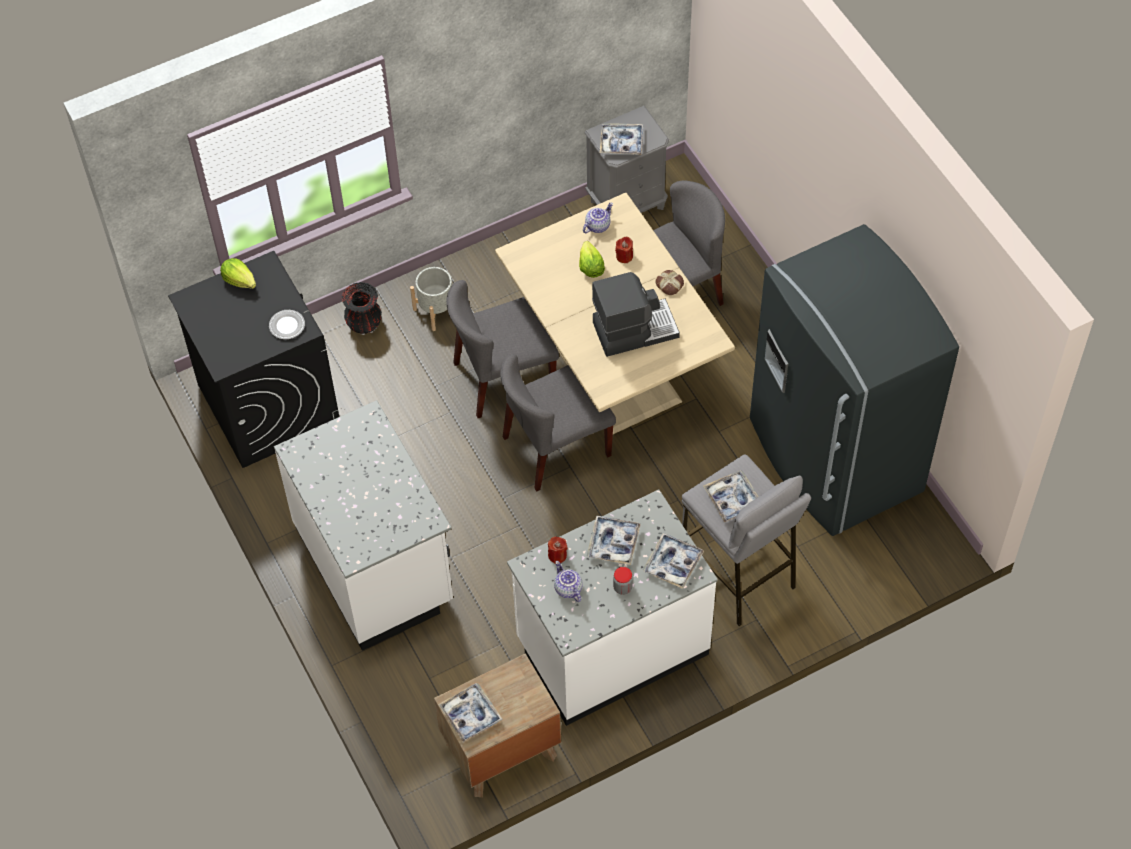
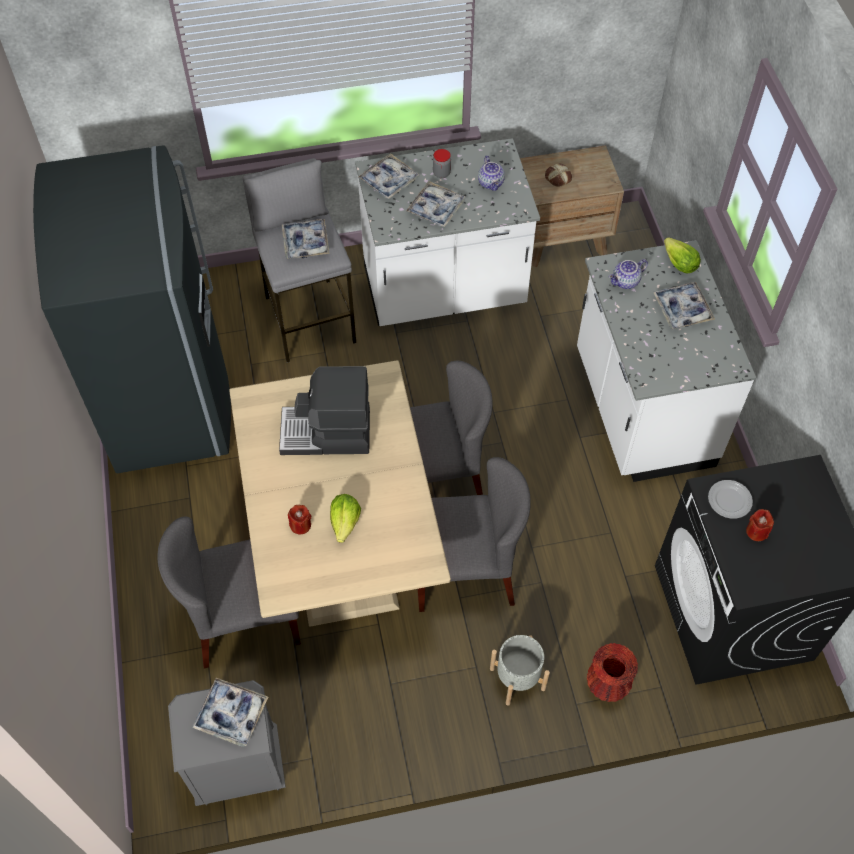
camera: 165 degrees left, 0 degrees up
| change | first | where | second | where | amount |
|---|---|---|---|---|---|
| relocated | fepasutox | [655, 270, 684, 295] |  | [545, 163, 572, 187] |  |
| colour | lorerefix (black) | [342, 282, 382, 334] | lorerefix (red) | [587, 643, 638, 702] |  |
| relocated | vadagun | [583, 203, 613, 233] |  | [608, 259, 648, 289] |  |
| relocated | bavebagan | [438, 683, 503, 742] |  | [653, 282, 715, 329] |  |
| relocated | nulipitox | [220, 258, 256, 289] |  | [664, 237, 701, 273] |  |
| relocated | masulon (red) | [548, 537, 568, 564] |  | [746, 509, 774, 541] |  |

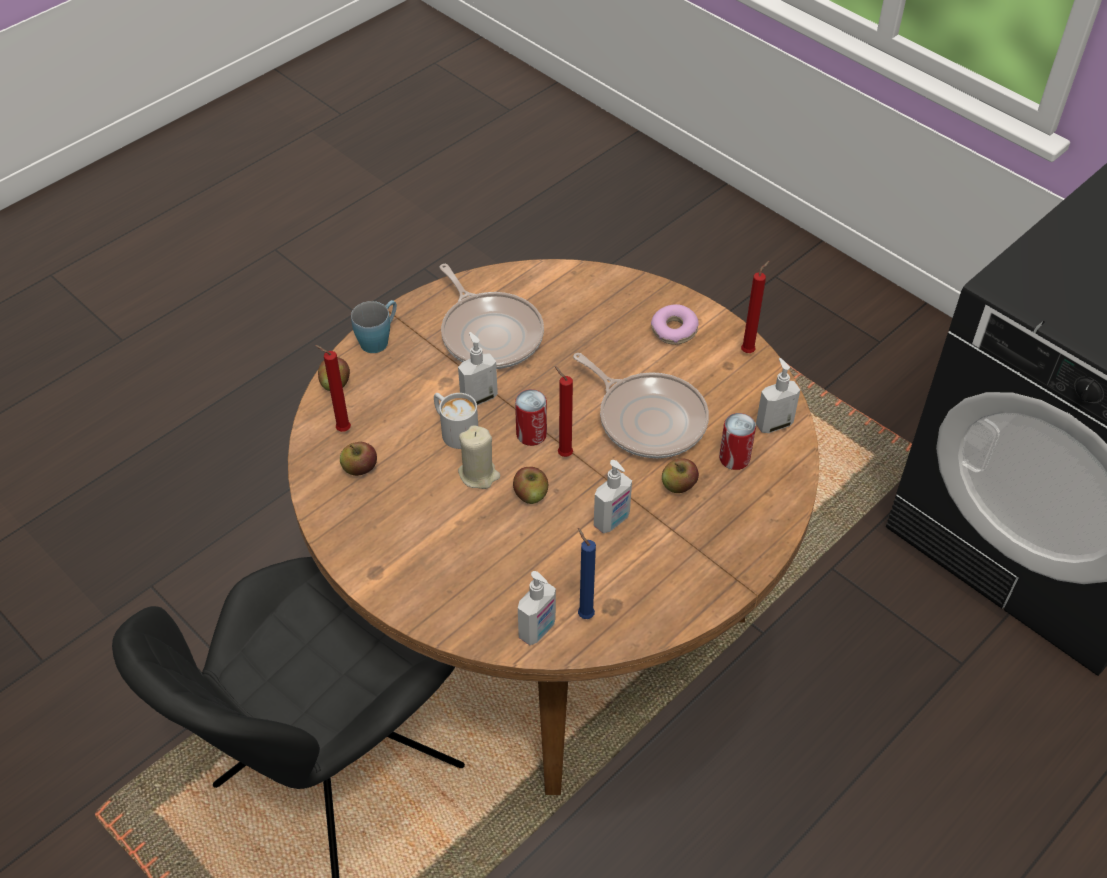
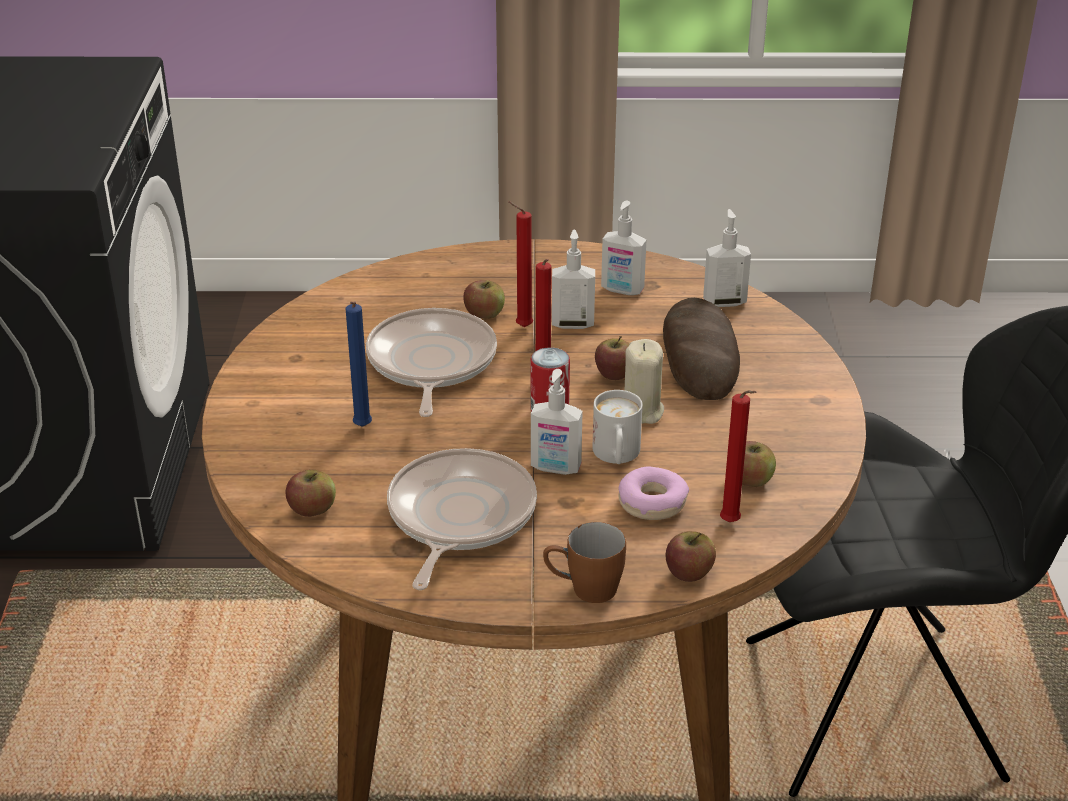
camera: 135 degrees left, 15 degrees down
| change | first | where | second | where | amount |
|---|---|---|---|---|---|
| appeared |  |  | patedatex | [286, 470, 336, 517] |  |
| relocated | masulon (blue) | [578, 528, 596, 619] |  | [345, 302, 372, 427] |  |
| relocated | masulon (red) | [741, 261, 769, 353] |  | [508, 201, 533, 327] |  |
| colour | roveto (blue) | [351, 300, 397, 353] | roveto (brown) | [543, 522, 626, 603] |  |
| relocated | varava | [756, 358, 800, 433] |  | [601, 201, 646, 295] |  |
| relocated | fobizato | [651, 304, 699, 345] |  | [618, 466, 689, 520] |  |
| appeared |  |  | fepasutox | [663, 298, 740, 400] |  |
| missing | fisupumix | [719, 413, 756, 470] |  |  |  |

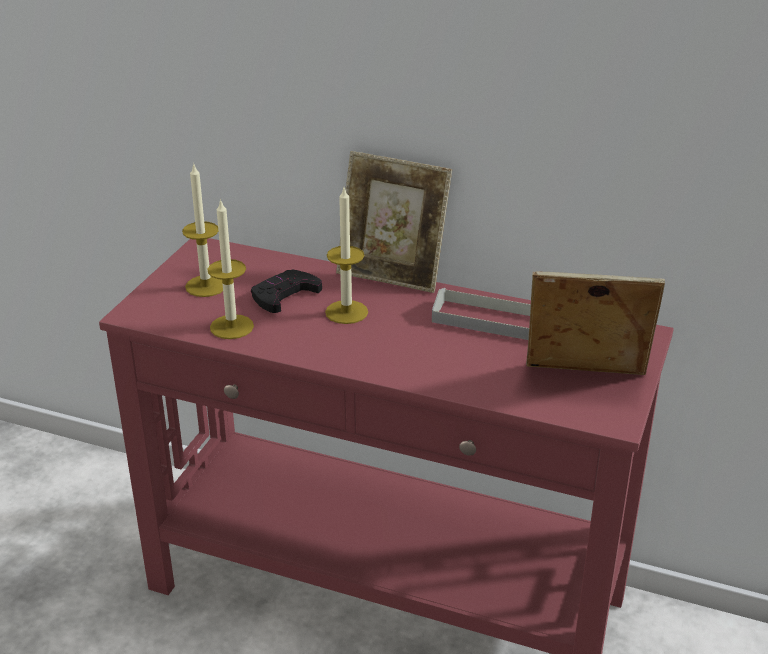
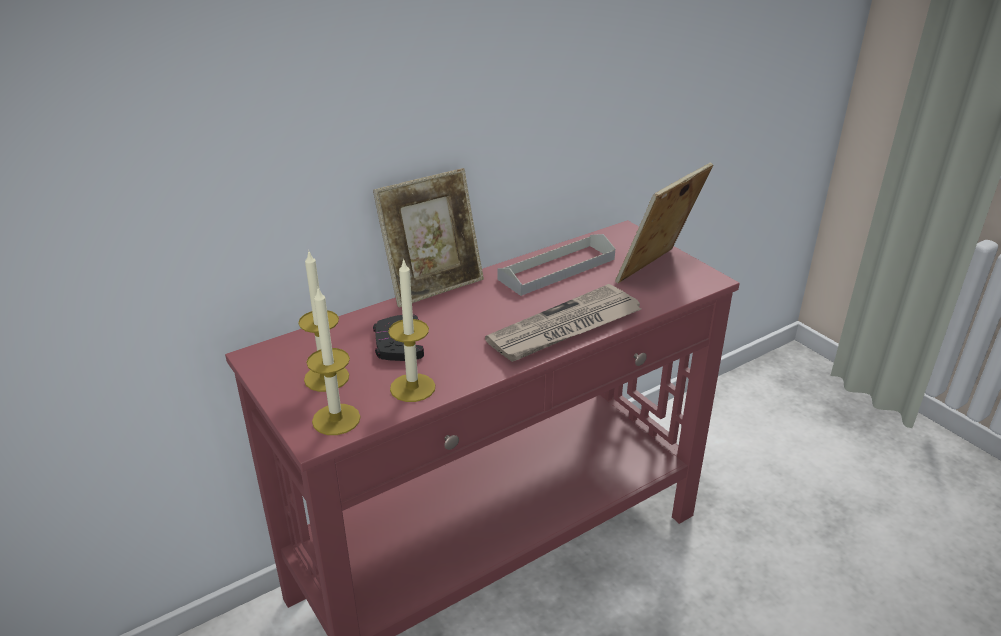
camera: 55 degrees left, 0 degrees up
| change | first | where | second | where | amount |
|---|---|---|---|---|---|
| relocated | masulon | [325, 188, 368, 324] |  | [306, 288, 361, 435] |  |
| appeared |  |  | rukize | [485, 284, 641, 362] |  |

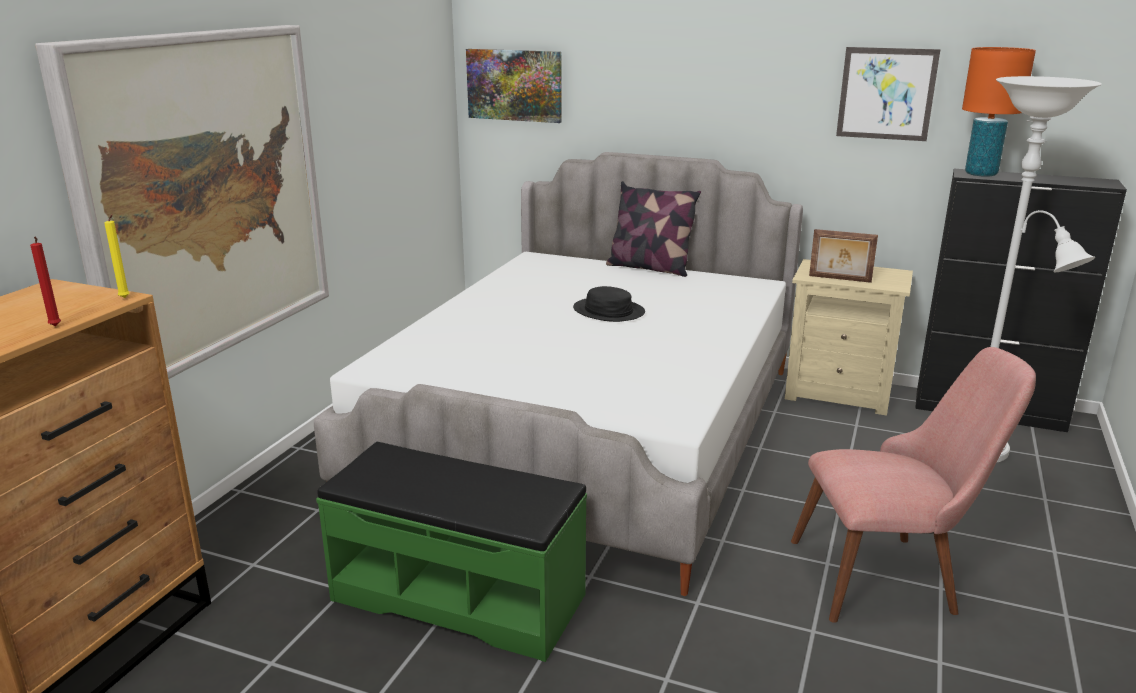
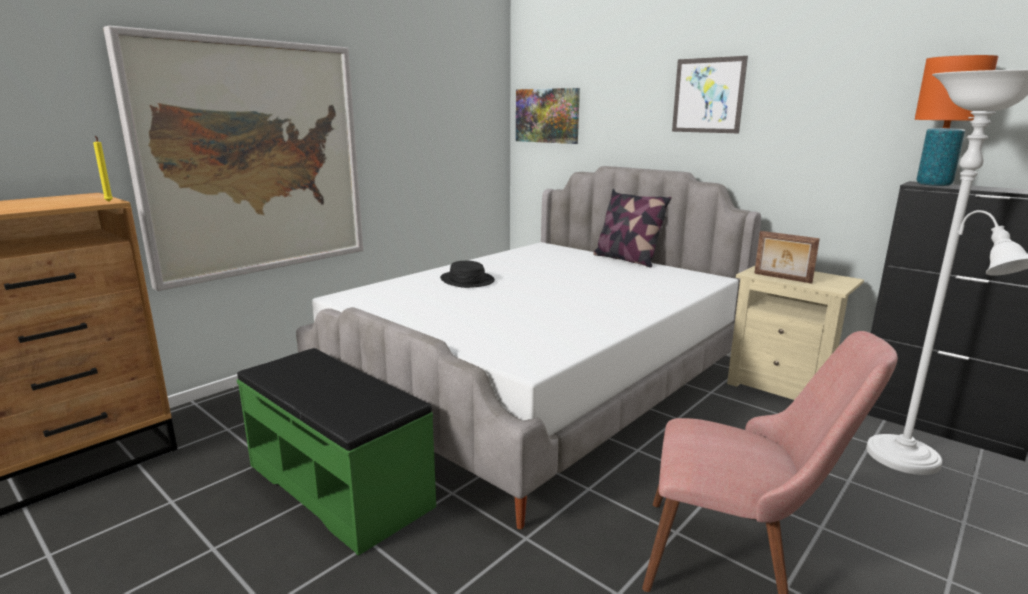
camera: 20 degrees right, 5 degrees down
| change | first | where | second | where | amount |
|---|---|---|---|---|---|
| relocated | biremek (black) | [573, 286, 645, 322] |  | [440, 261, 495, 288] |  |
| relocated | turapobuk | [836, 47, 940, 141] |  | [672, 56, 748, 133] |  |
| missing | masulon (red) | [30, 237, 61, 326] |  |  |  |

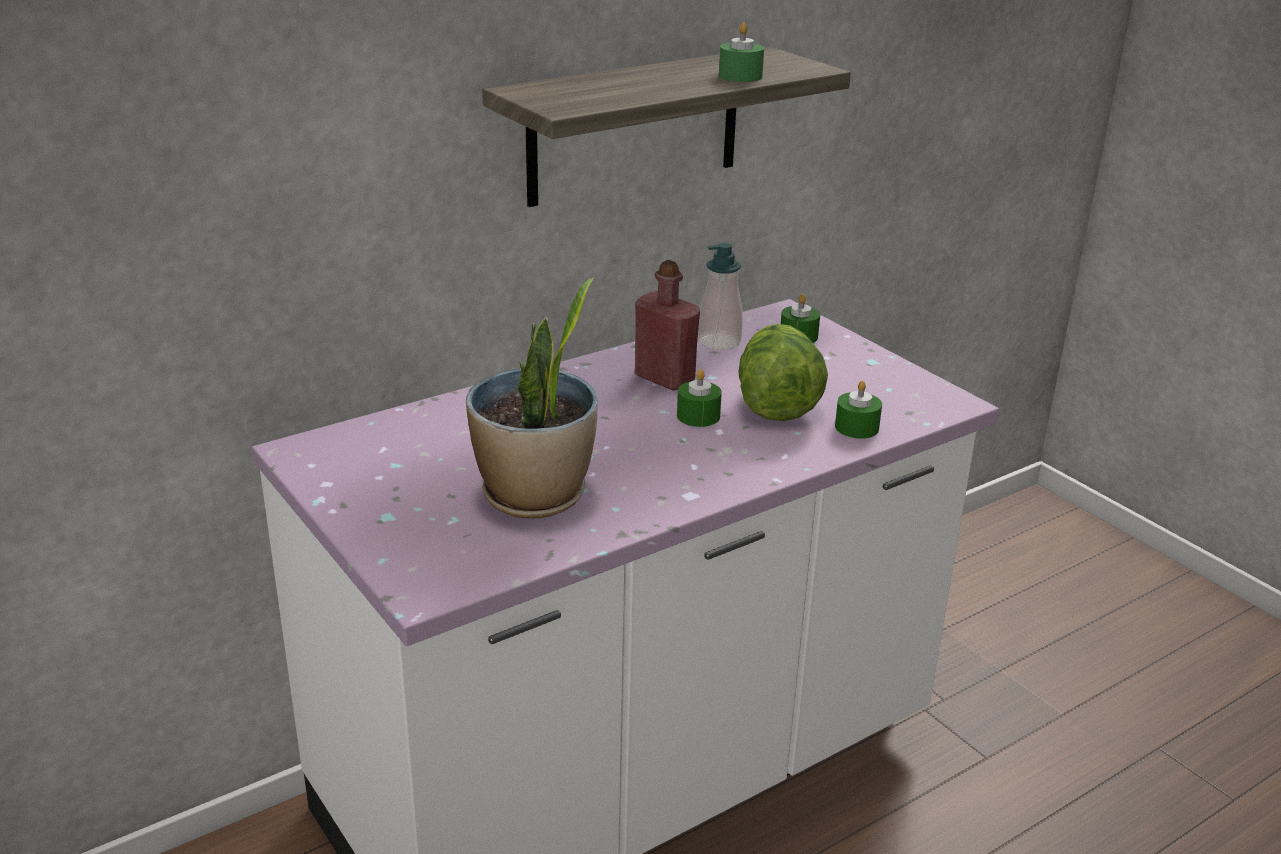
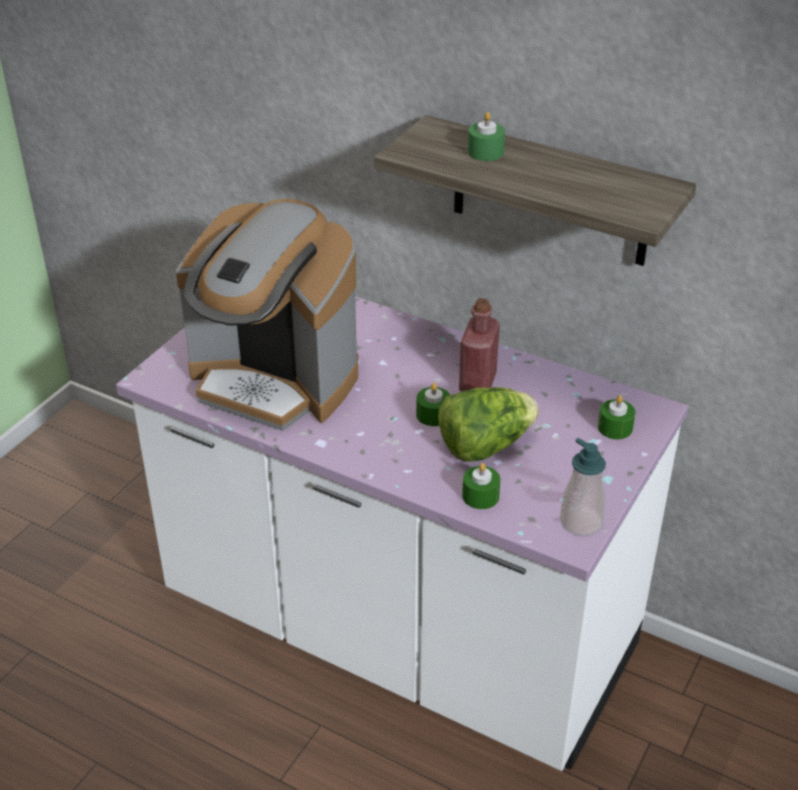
camera: 65 degrees right, 10 degrees up
| change | first | where | second | where | amount |
|---|---|---|---|---|---|
| exchanged | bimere | [466, 277, 598, 519] | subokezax | [176, 199, 358, 431] |  |
| relocated | masulon (green) | [719, 22, 764, 82] |  | [468, 112, 505, 161] |  |
| relocated | varava | [698, 243, 743, 350] |  | [560, 438, 606, 536] |  |

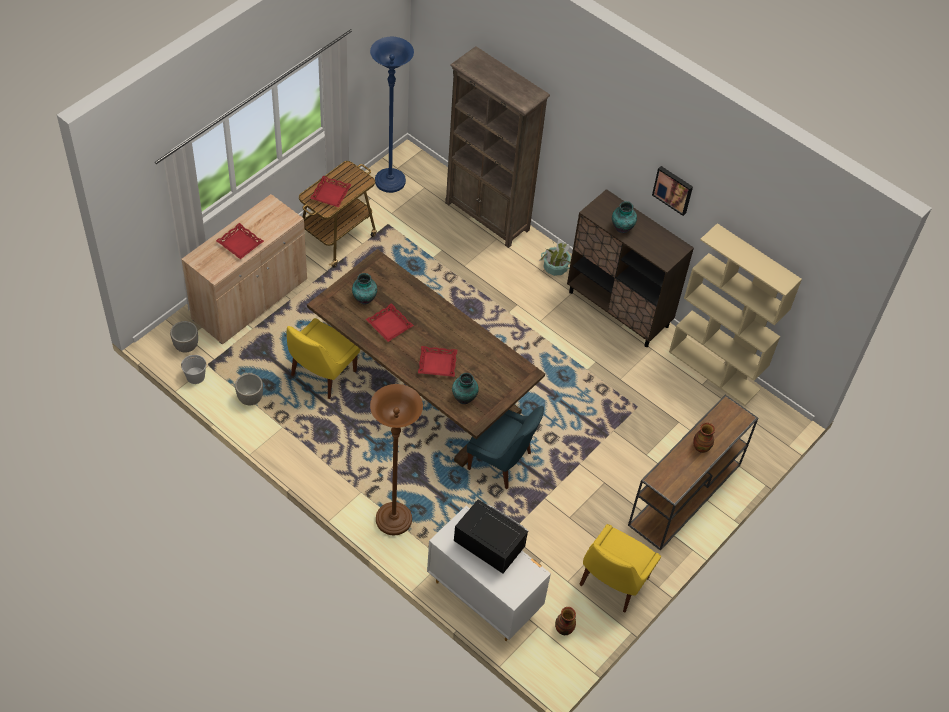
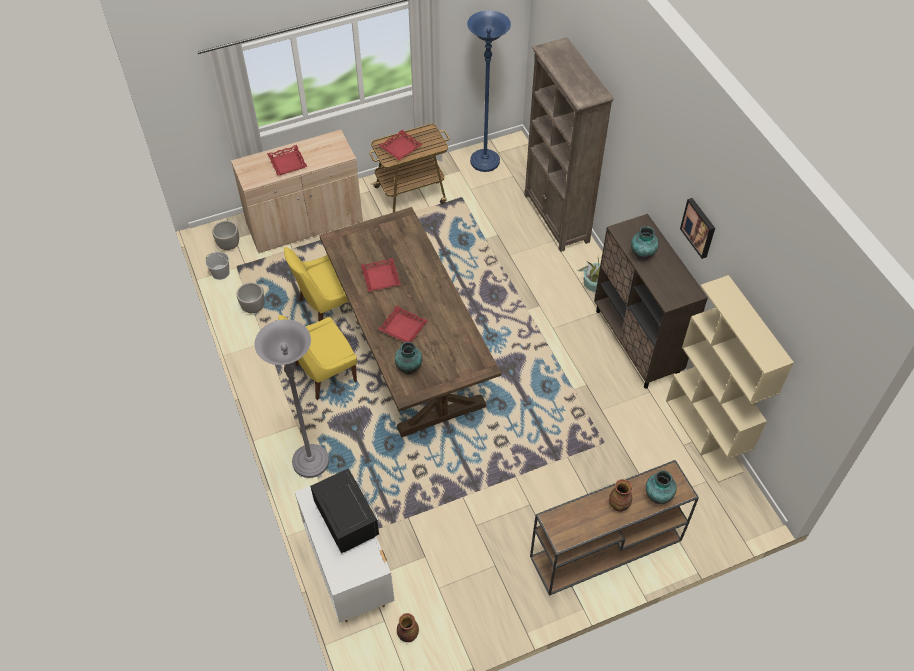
camera: 30 degrees right, 0 degrees up
| change | first | where | second | where | amount |
|---|---|---|---|---|---|
| colour | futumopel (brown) | [370, 384, 423, 535] | futumopel (grey) | [255, 319, 329, 478] |  |
| relocated | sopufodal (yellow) | [579, 524, 661, 613] |  | [278, 315, 357, 400] |  |
| relocated | lorerefix | [352, 273, 377, 305] |  | [646, 470, 677, 504] |  |
| missing | sopufodal (blue) | [467, 406, 544, 489] |  |  |  |

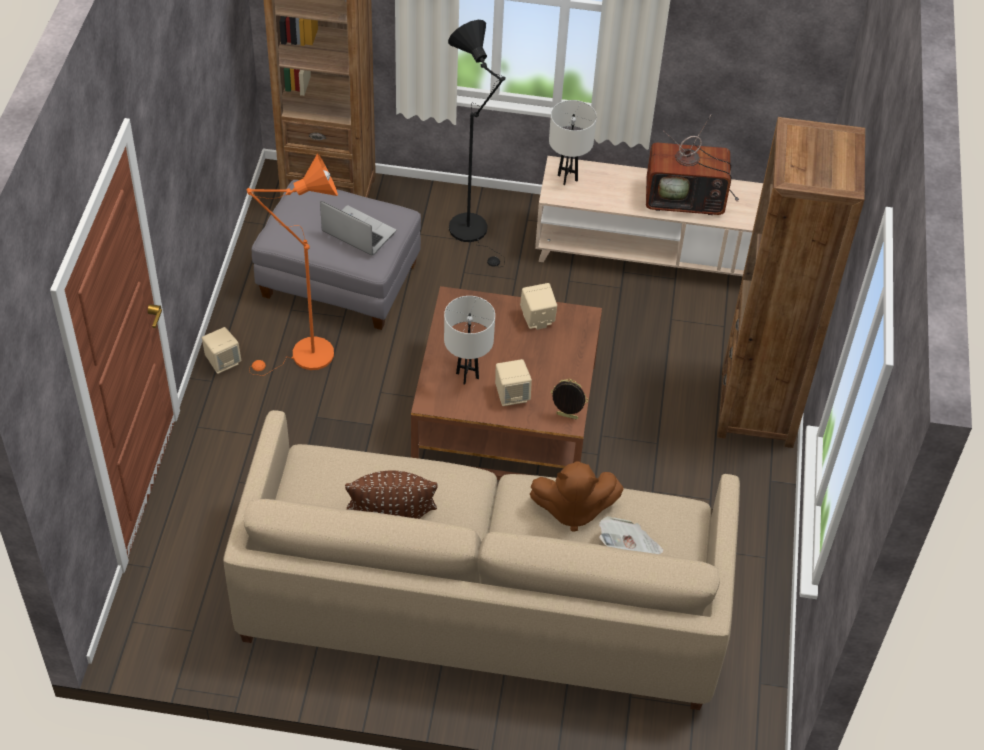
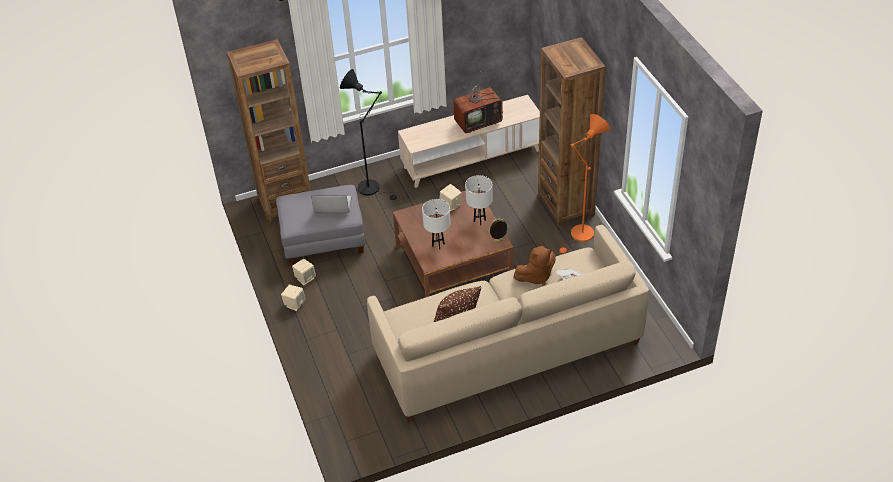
camera: 25 degrees left, 5 degrees down
| change | first | where | second | where | amount |
|---|---|---|---|---|---|
| relocated | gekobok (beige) | [495, 359, 532, 406] |  | [292, 259, 316, 285] |  |
| relocated | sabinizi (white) | [549, 100, 597, 185] |  | [465, 175, 493, 226] |  |
| relocated | futumopel (orange) | [247, 153, 338, 376] |  | [559, 114, 610, 253] |  |

